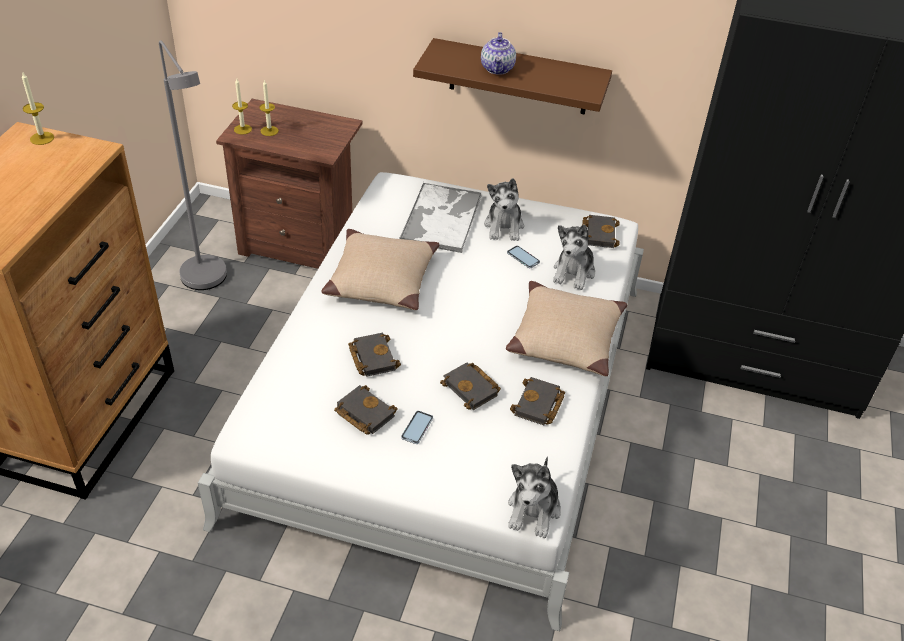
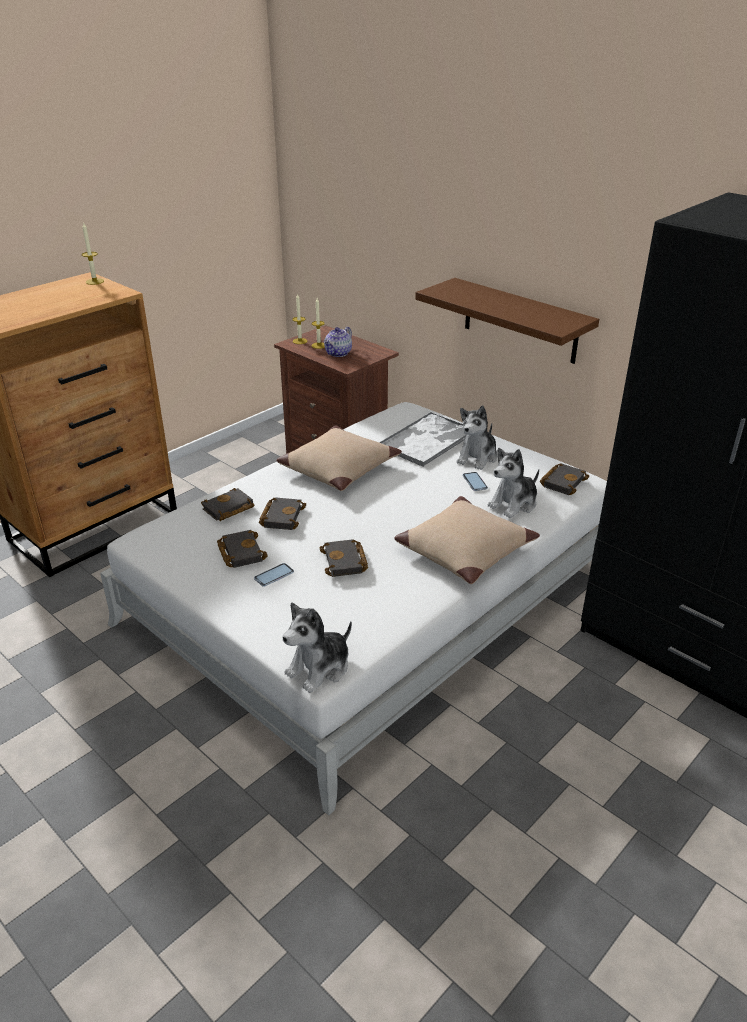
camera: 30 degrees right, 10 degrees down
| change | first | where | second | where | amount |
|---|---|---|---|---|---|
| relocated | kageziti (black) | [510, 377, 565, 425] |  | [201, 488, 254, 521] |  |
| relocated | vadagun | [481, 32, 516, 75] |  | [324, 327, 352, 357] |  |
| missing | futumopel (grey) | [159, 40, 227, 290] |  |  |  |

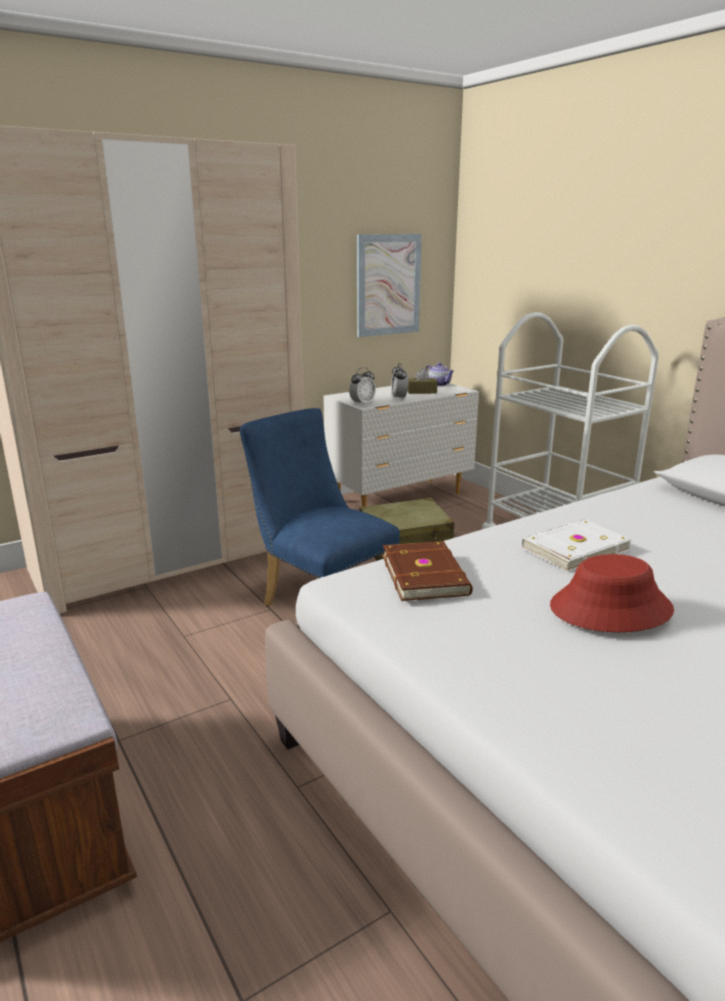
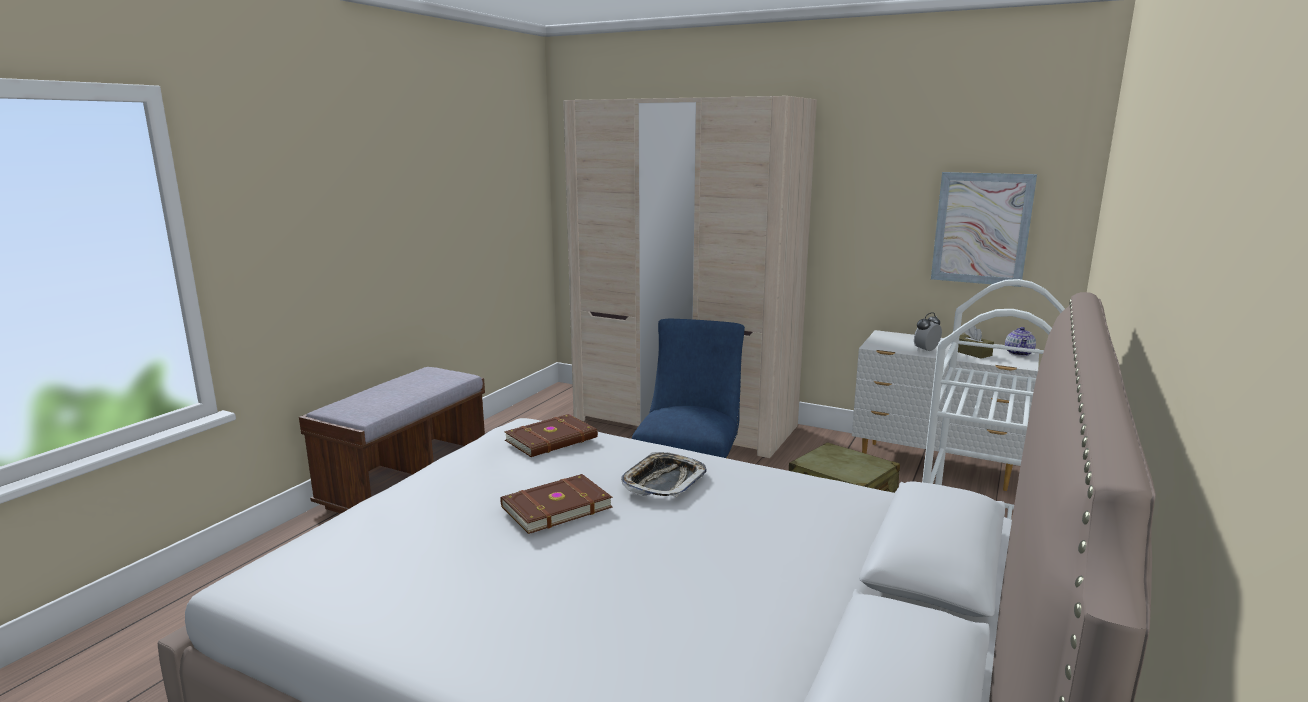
camera: 60 degrees right, 5 degrees down
| change | first | where | second | where | amount |
|---|---|---|---|---|---|
| exchanged | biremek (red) | [550, 554, 674, 632] | kageziti (brown) | [500, 474, 613, 534] |  |
| exchanged | kageziti (white) | [521, 520, 632, 572] | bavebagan | [621, 452, 707, 497] |  |
| missing | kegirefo | [349, 367, 376, 406] |  |  |  |

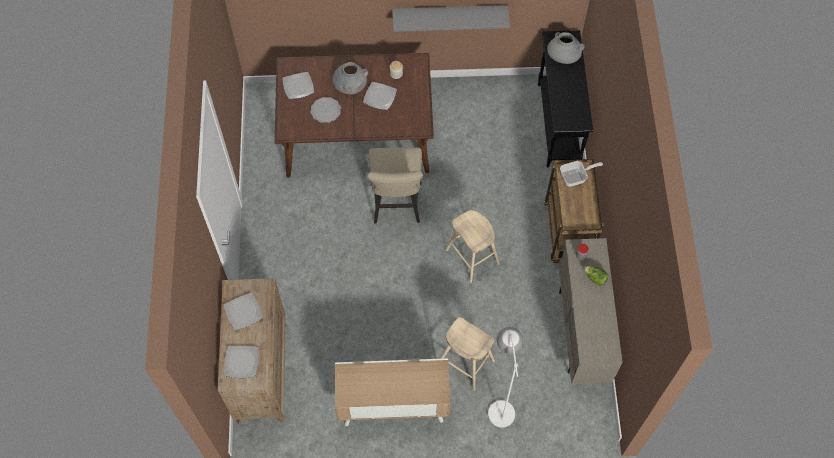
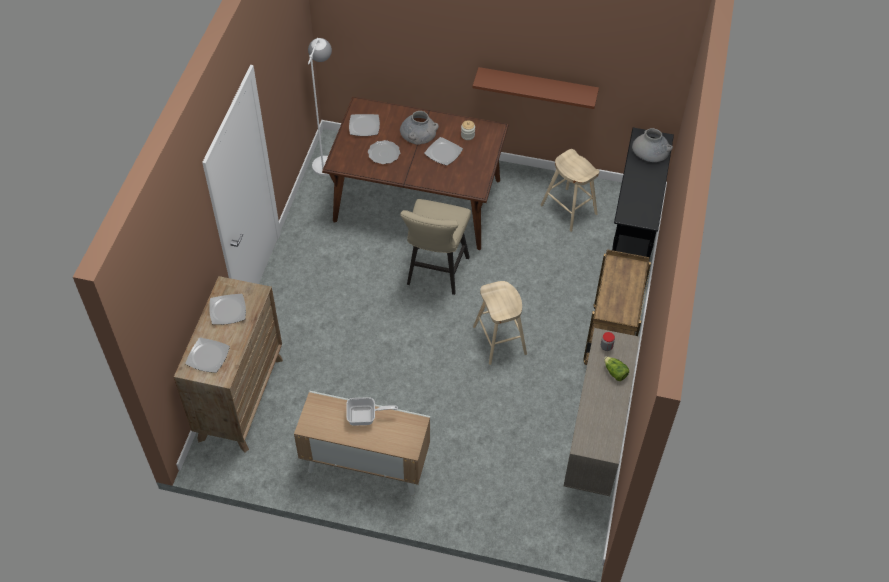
camera: 15 degrees right, 10 degrees down
| change | first | where | second | where | amount |
|---|---|---|---|---|---|
| relocated | futumopel (white) | [488, 327, 523, 427] |  | [308, 38, 332, 176] |  |
| relocated | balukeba | [560, 161, 603, 187] |  | [346, 397, 398, 426] |  |
| colour | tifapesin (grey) | [393, 5, 510, 32] | tifapesin (brown) | [473, 67, 599, 109] |  |
| relocated | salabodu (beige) | [440, 317, 495, 391] |  | [541, 149, 600, 232] |  |

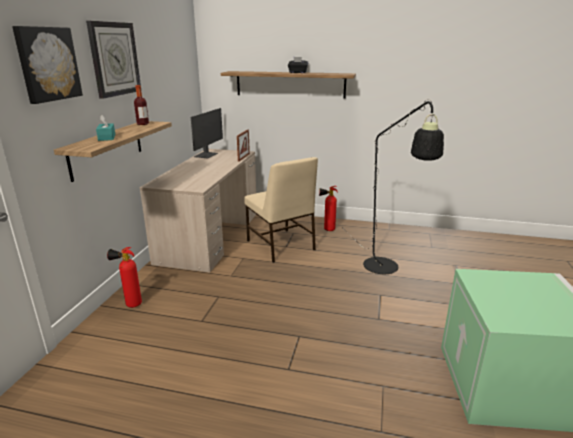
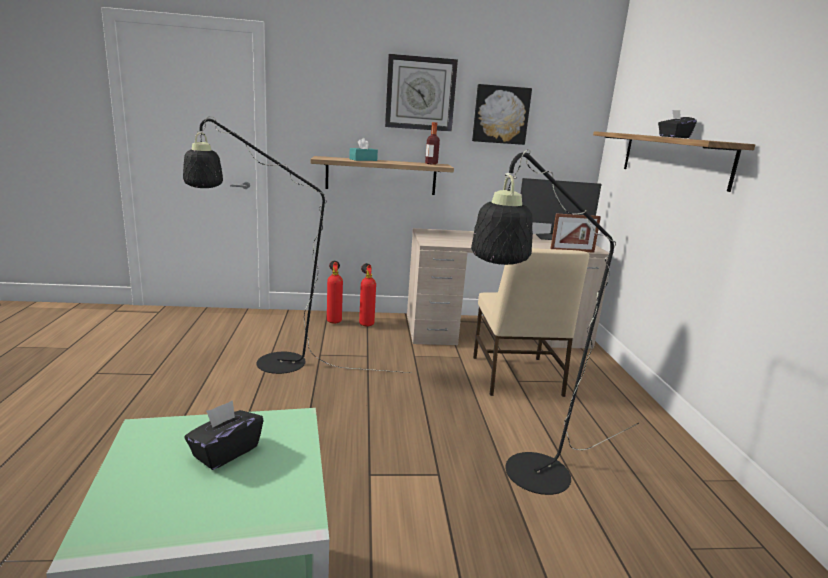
camera: 70 degrees right, 5 degrees down
| change | first | where | second | where | amount |
|---|---|---|---|---|---|
| appeared |  |  | futumopel (black) | [183, 116, 411, 374] |  |
| appeared |  |  | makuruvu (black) | [185, 400, 264, 470] |  |
| relocated | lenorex | [319, 186, 338, 231] |  | [359, 263, 376, 327] |  |
| relocated | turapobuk | [12, 26, 83, 104] |  | [472, 84, 532, 145] |  |
| spun | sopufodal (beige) | [244, 157, 318, 263] |  | [473, 248, 589, 397] | 45 degrees counterclockwise |

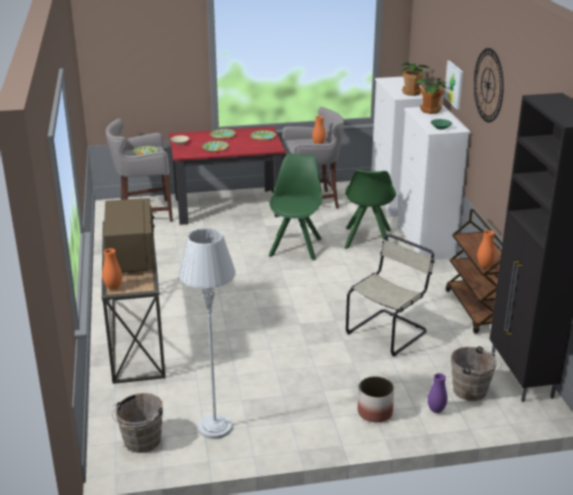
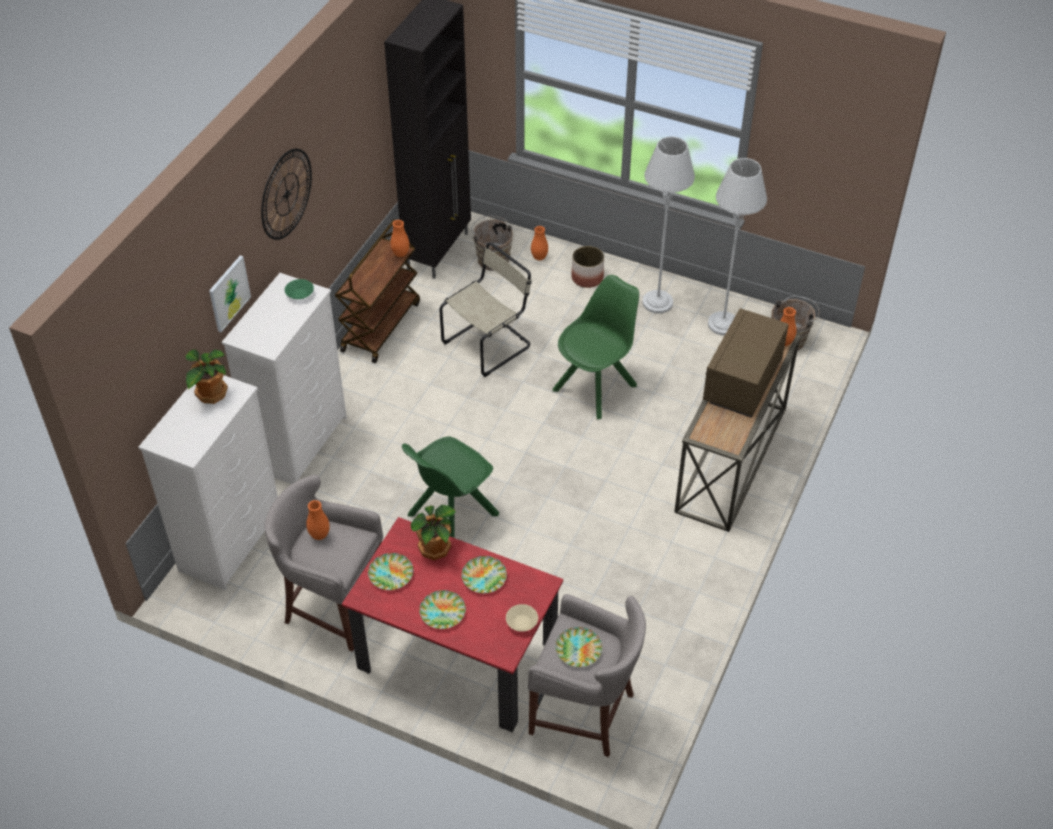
camera: 145 degrees left, 20 degrees up
| change | first | where | second | where | amount |
|---|---|---|---|---|---|
| relocated | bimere | [416, 77, 446, 114] |  | [411, 505, 455, 560] |  |
| spun | sopufodal (beige) | [346, 234, 435, 356] |  | [439, 243, 532, 377] | 150 degrees clockwise |
| colour | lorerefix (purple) | [428, 373, 448, 413] | lorerefix (orange) | [531, 226, 548, 260] |  |
| relocated | sopufodal (green) | [344, 170, 396, 249] |  | [553, 275, 639, 419] |  |
| appeared |  |  | futumopel (grey) | [643, 136, 695, 314] |  |

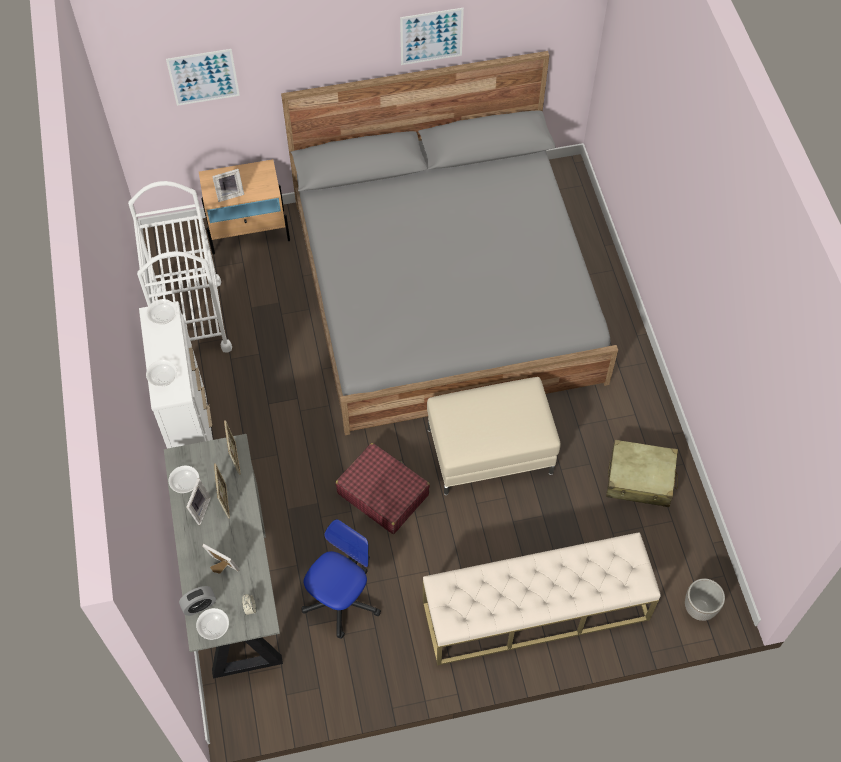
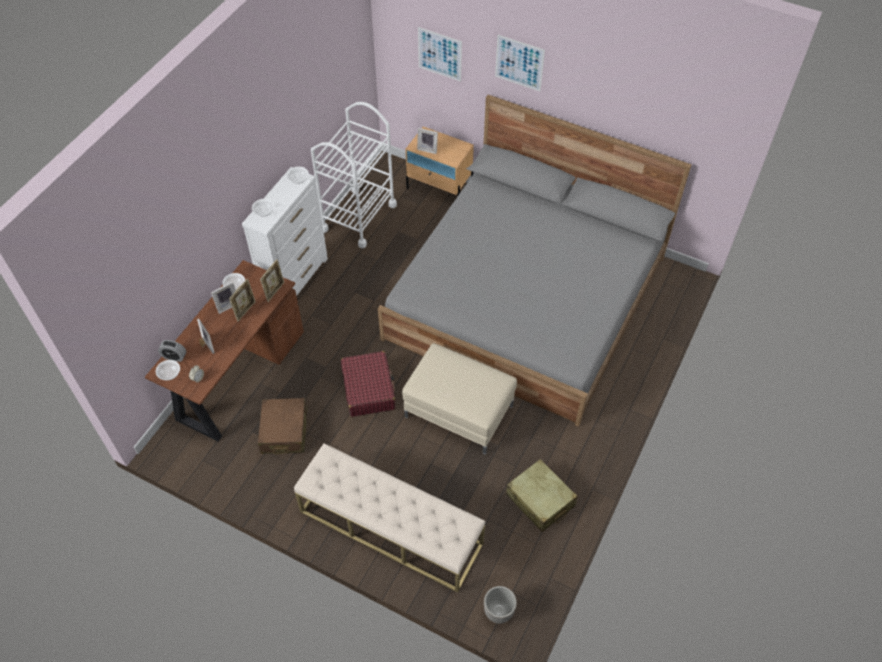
camera: 40 degrees right, 5 degrees down
| change | first | where | second | where | amount |
|---|---|---|---|---|---|
| colour | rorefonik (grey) | [164, 434, 283, 678] | rorefonik (brown) | [145, 260, 304, 441] |  |
| exchanged | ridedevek | [302, 519, 381, 639] | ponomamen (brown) | [258, 398, 307, 454] |  |
| relocated | turapobuk | [400, 8, 464, 65] |  | [495, 35, 545, 91] |  |

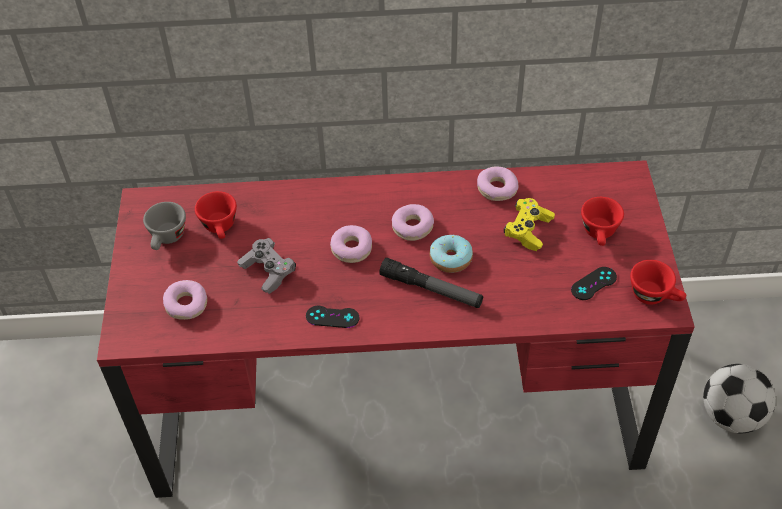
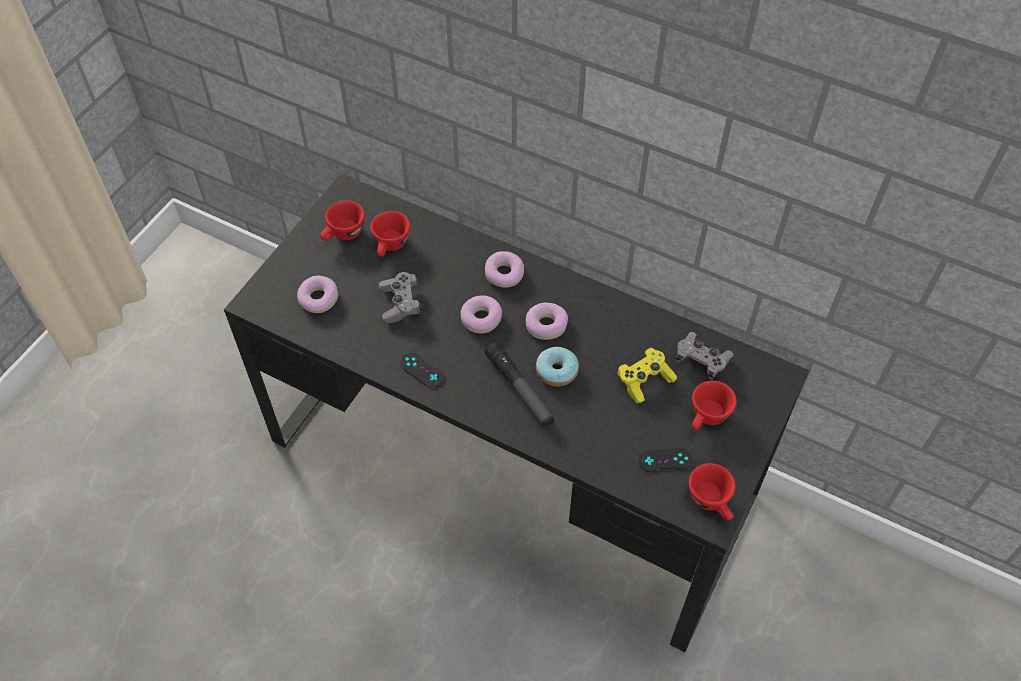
camera: 30 degrees right, 5 degrees up
| change | first | where | second | where | amount |
|---|---|---|---|---|---|
| colour | rorefonik (red) | [97, 160, 695, 498] | rorefonik (black) | [224, 173, 809, 652] |  |
| colour | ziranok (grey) | [143, 202, 186, 250] | ziranok (red) | [320, 201, 365, 241] |  |
| relocated | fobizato | [477, 167, 519, 201] |  | [485, 251, 524, 288] |  |
| appeared |  |  | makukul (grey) | [676, 332, 734, 380] |  |
| missing | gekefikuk | [703, 364, 776, 434] |  |  |  |

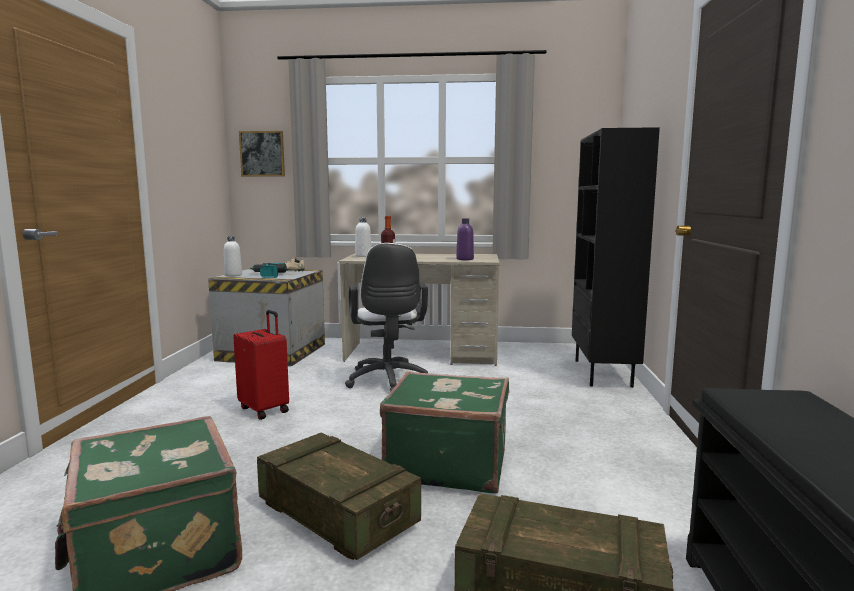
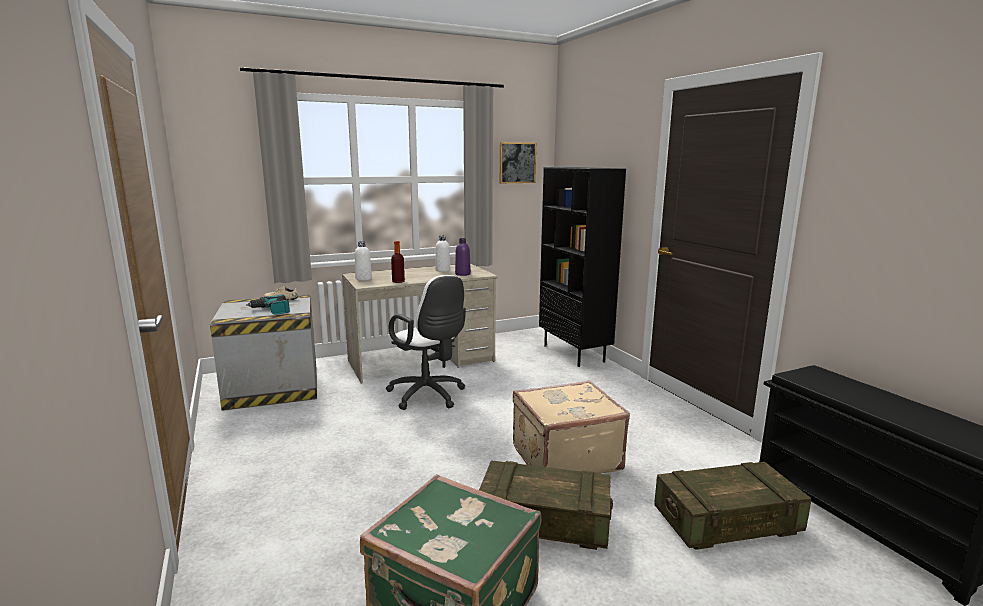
camera: 30 degrees left, 5 degrees up
| change | first | where | second | where | amount |
|---|---|---|---|---|---|
| relocated | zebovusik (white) | [224, 236, 242, 276] |  | [435, 235, 450, 272] |  |
| relocated | turapobuk | [239, 131, 285, 177] |  | [500, 142, 536, 183] |  |
| colour | ponomamen (green) | [380, 371, 509, 493] | ponomamen (beige) | [513, 380, 630, 474] |  |
| missing | ponomamen (red) | [233, 310, 289, 420] |  |  |  |

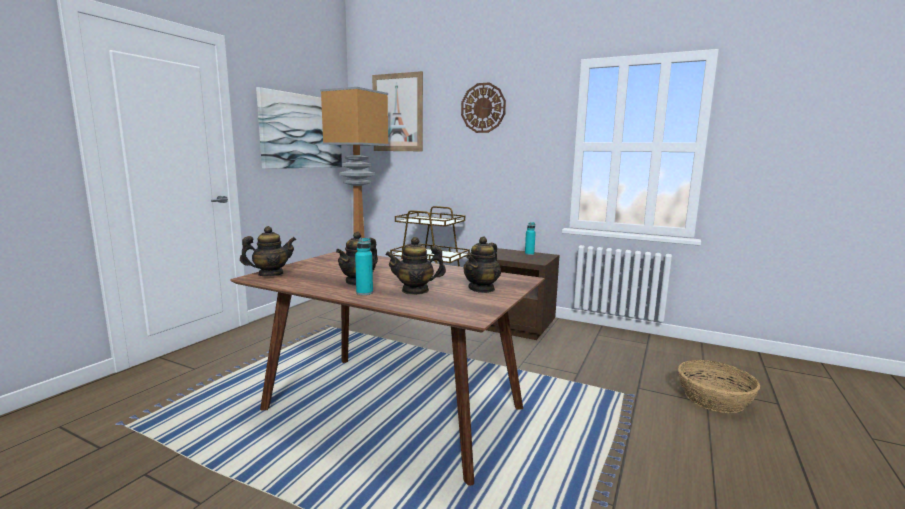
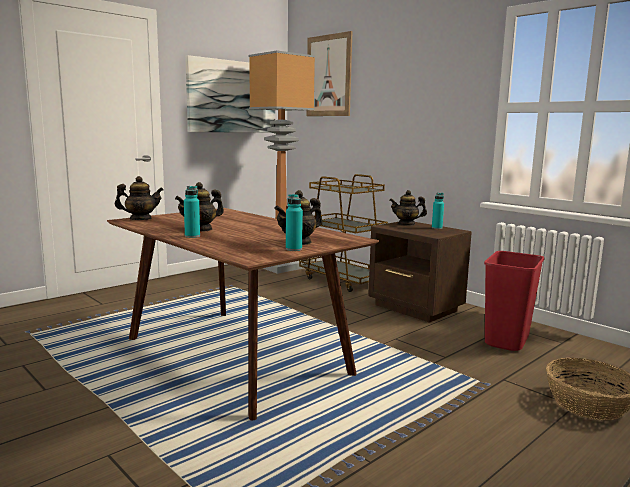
camera: 20 degrees right, 0 degrees up
| change | first | where | second | where | amount |
|---|---|---|---|---|---|
| appeared |  |  | zebovusik (turquoise) | [286, 194, 303, 251] |  |
| relocated | vadagun | [385, 237, 446, 295] |  | [390, 190, 427, 226] |  |
| appeared |  |  | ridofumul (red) | [484, 251, 544, 351] |  |
| missing | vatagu | [461, 82, 506, 133] |  |  |  |

